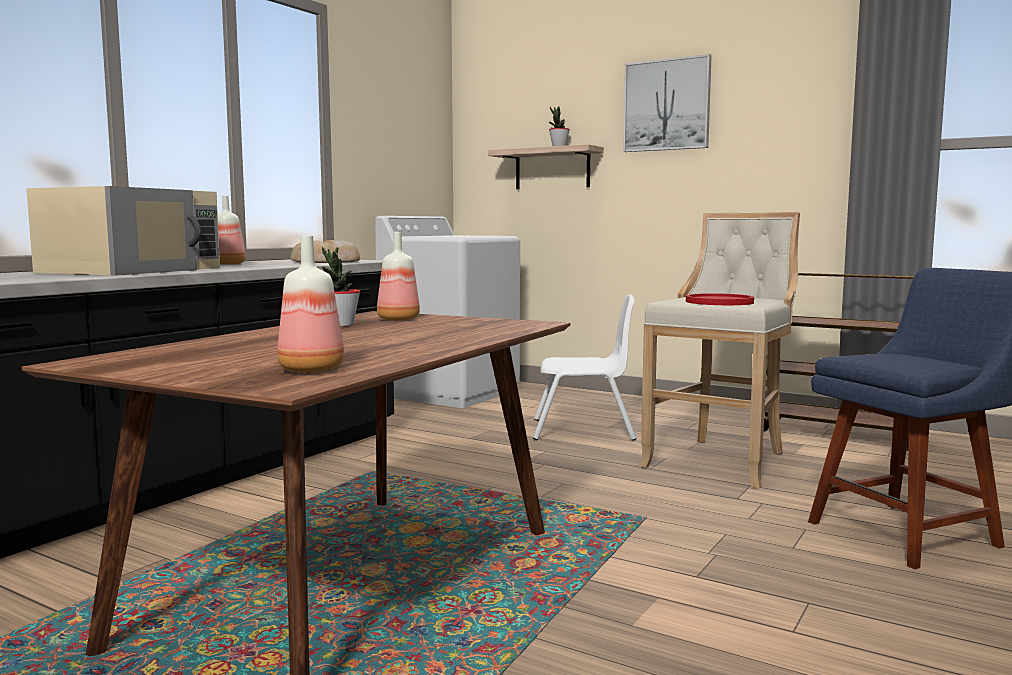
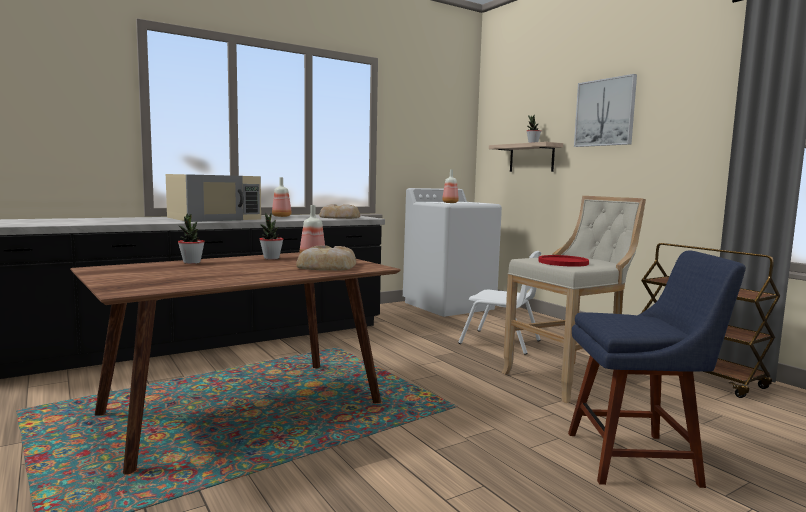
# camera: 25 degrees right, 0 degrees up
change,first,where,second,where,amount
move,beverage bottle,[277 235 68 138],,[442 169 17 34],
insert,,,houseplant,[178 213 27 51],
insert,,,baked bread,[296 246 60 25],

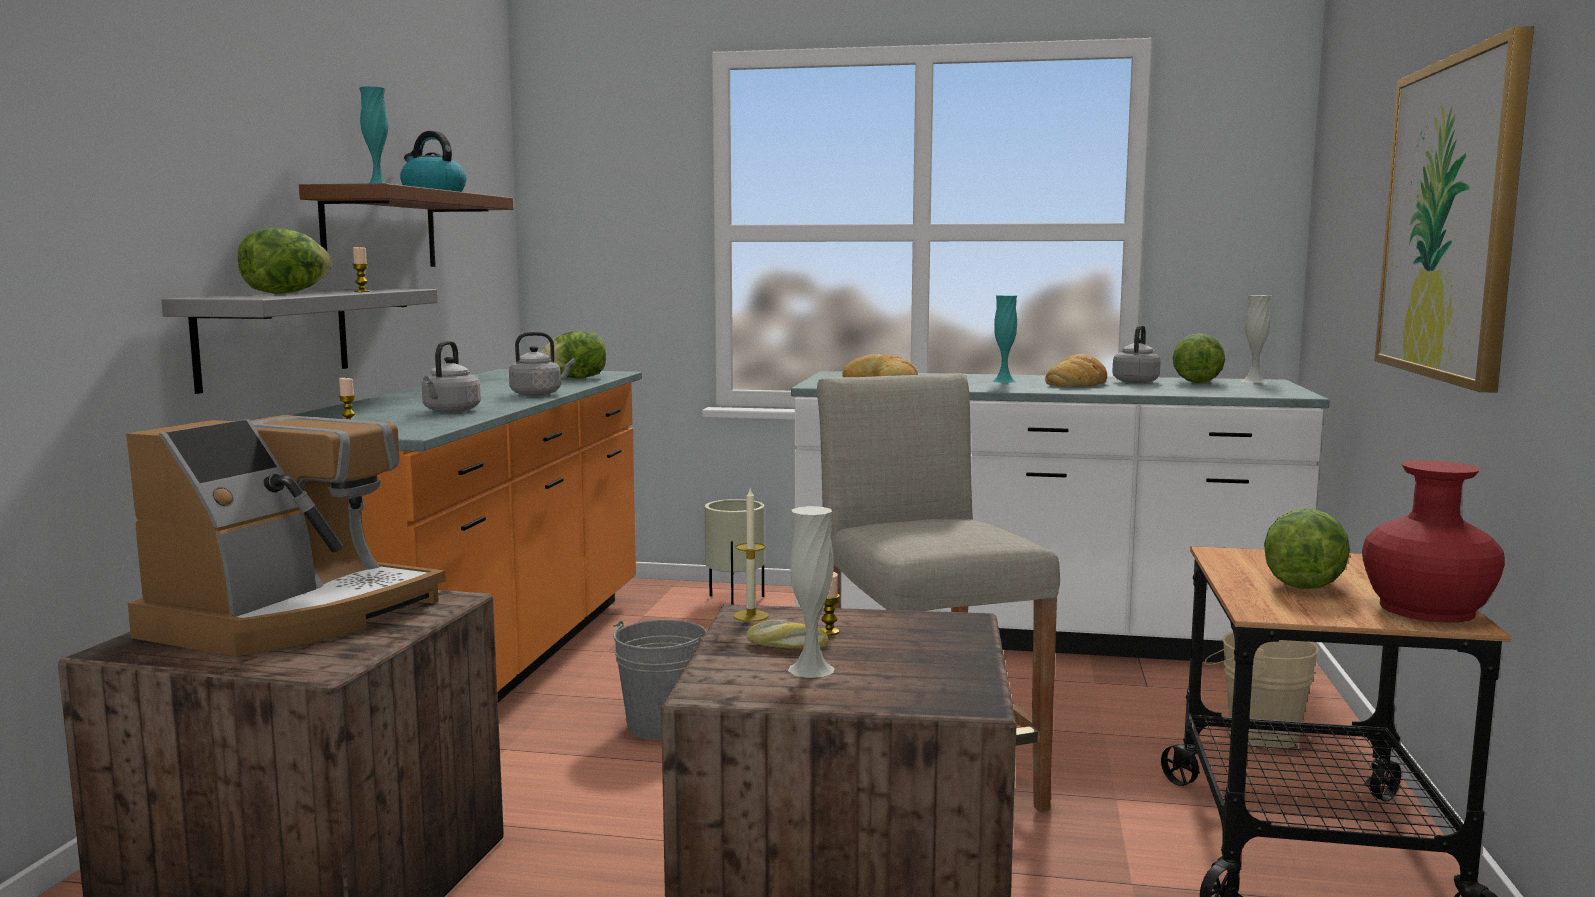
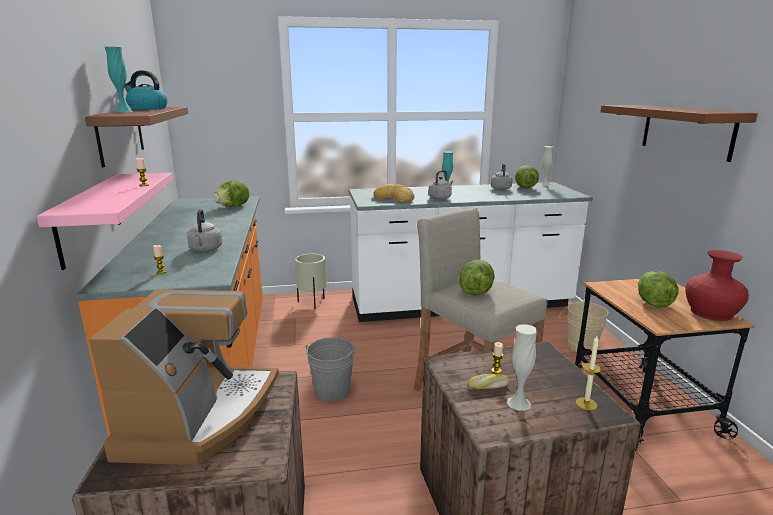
# camera: 20 degrees left, 10 degrees up
change,first,where,second,where,amount
recolor,wall shelf (gray),[162 289 276 105],wall shelf (pinkish),[36 173 137 97],
move,lettuce,[238 228 94 66],,[459 260 36 36],
move,water kettle (gray),[509 332 66 64],,[429 170 24 30],
move,candle,[733 489 36 133],,[575 336 27 74],
delete,baked bread,[1045 354 62 33],,,
replace,picture,[1374 26 160 367],wall shelf (brown-coloured),[600 105 158 57],

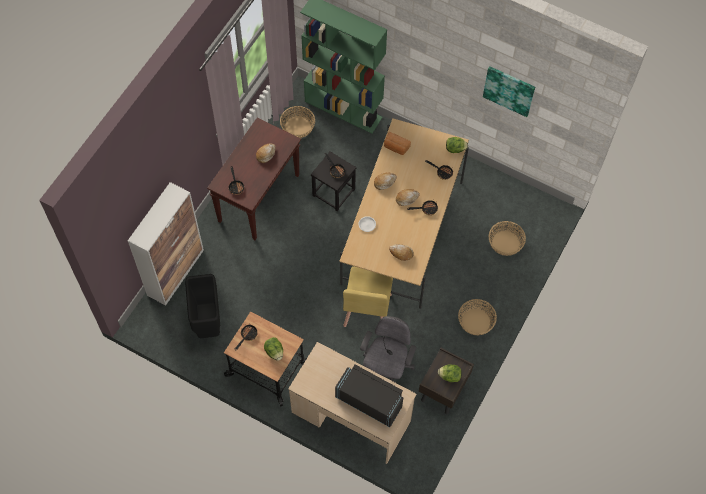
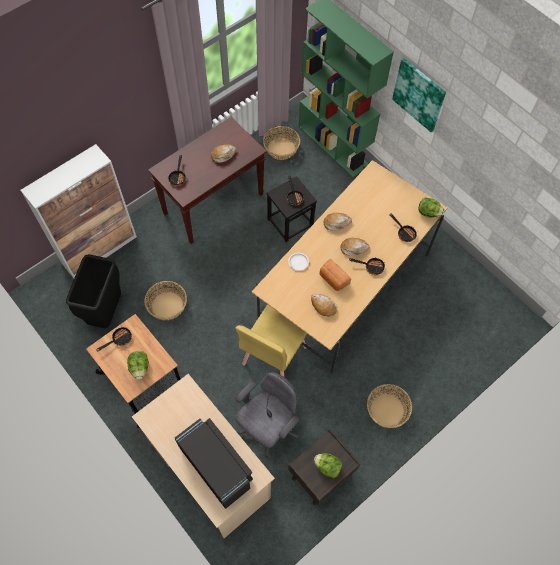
# camera: 20 degrees right, 0 degrees up
change,first,where,second,where,amount
move,baked bread,[384 132 27 23],,[319 259 32 32],
move,picture,[483 66 52 51],,[392 58 54 74],
move,storage basket,[489 221 37 35],,[145 281 42 39],

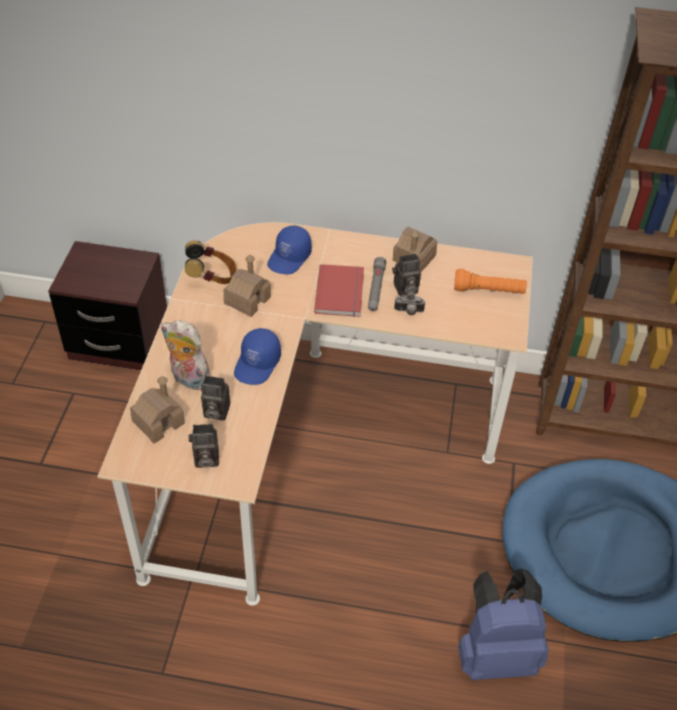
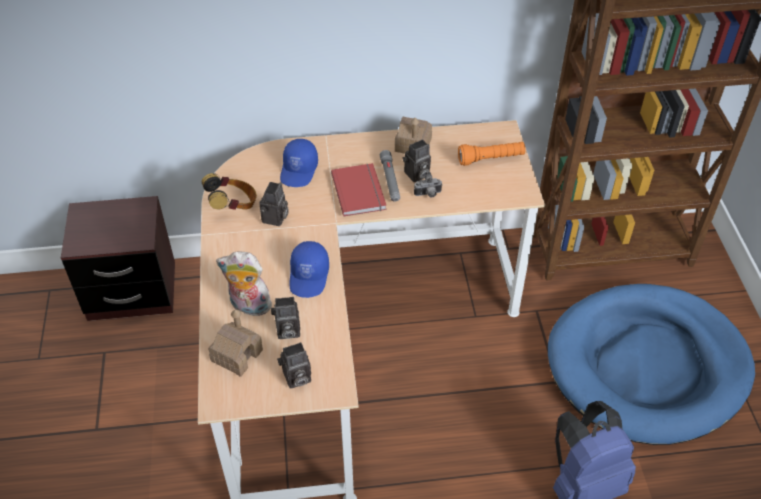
# camera: 15 degrees left, 0 degrees up
change,first,where,second,where,amount
replace,toy house,[223 255 48 62],still camera,[259 182 30 44],

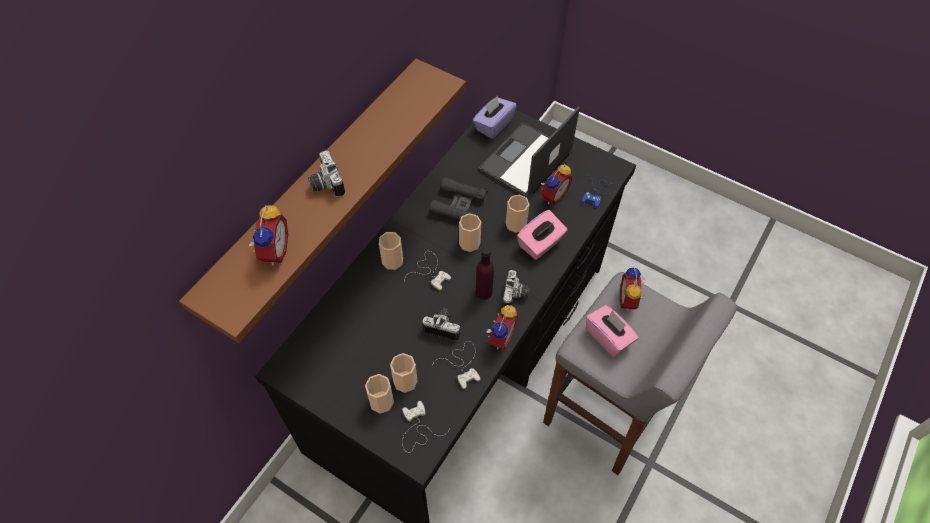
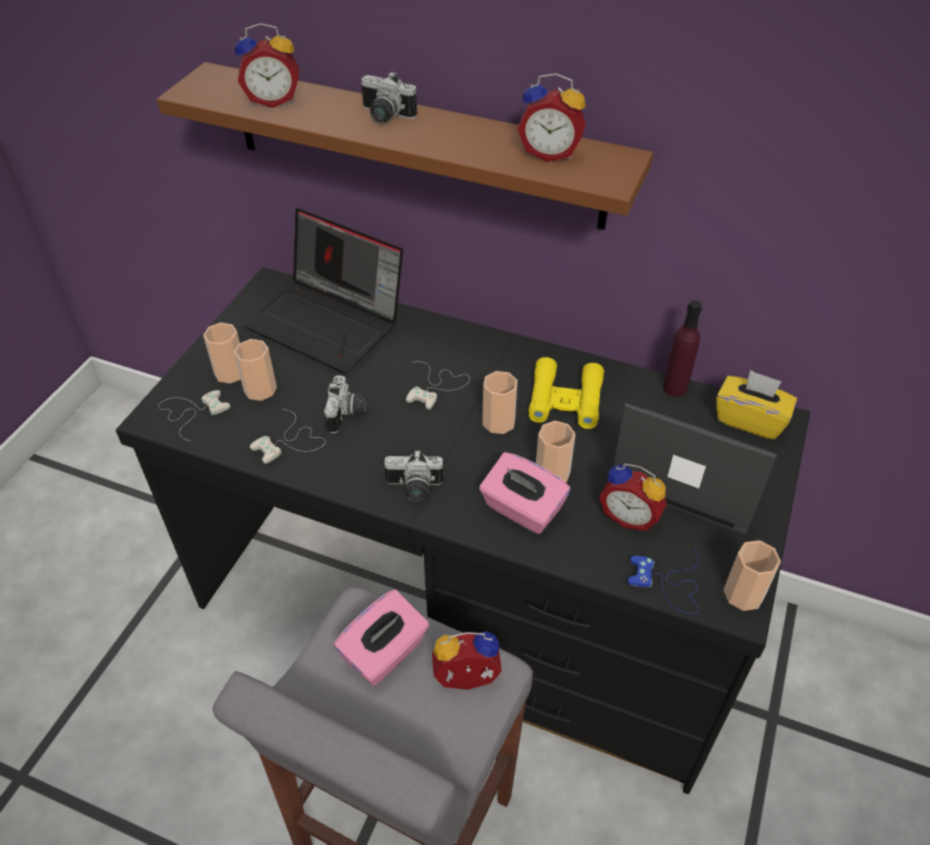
# camera: 80 degrees right, 10 degrees down
change,first,where,second,where,amount
rotate,still camera,[308 150 37 47],,[361 71 56 52],120 degrees counterclockwise
move,drinking cup,[379 232 24 38],,[724 540 57 71],
recolor,binoculars (blackish),[429 177 59 44],binoculars (yellowish),[529 357 75 72],
recolor,tissue holder (purple-coloured),[473 96 44 43],tissue holder (yellowish),[716 370 81 70],
move,beverage bottle (purple-coloured),[476 248 18 52],,[663 301 39 96],
move,bedside clock,[486 305 32 45],,[518 73 68 89],
insert,,,notebook computer,[243 208 160 165],

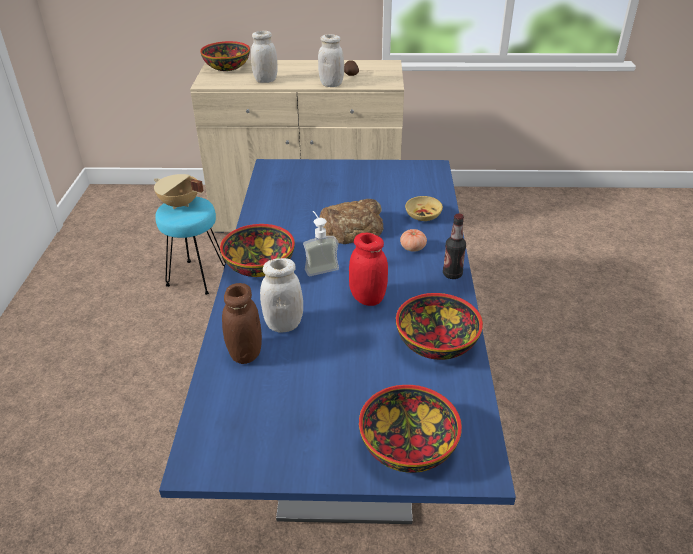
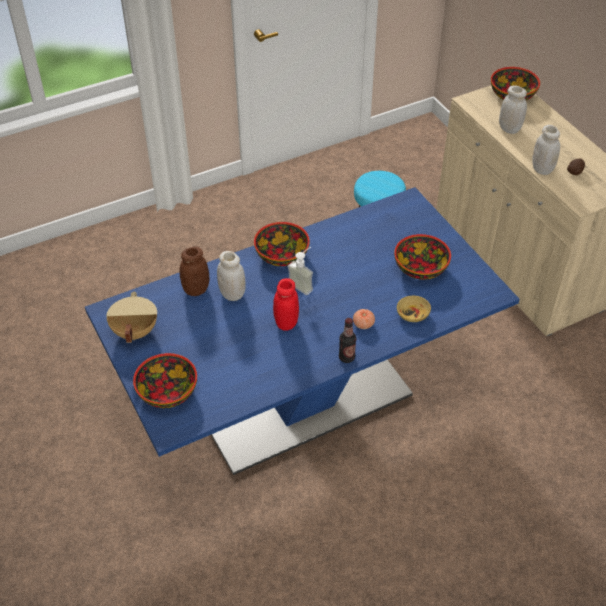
# camera: 60 degrees right, 10 degrees up
change,first,where,second,where,amount
move,saucepot (beige),[154 174 50 35],,[106 292 51 51],
delete,baked bread,[319 199 64 45],,,
move,deep dish,[396 293 87 67],,[394 234 57 46],

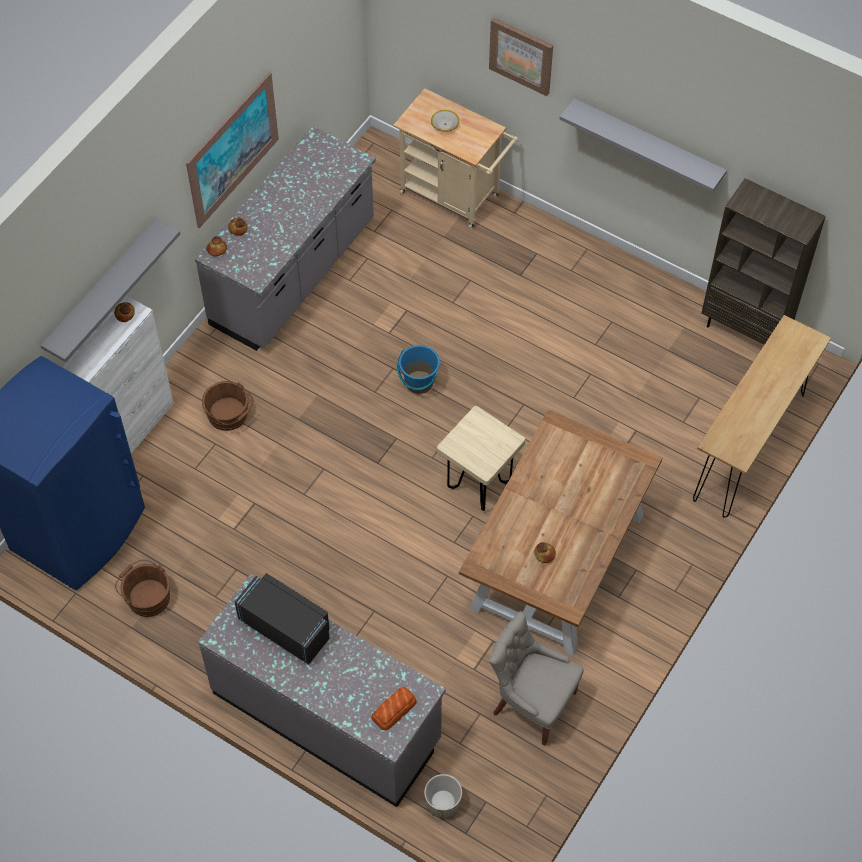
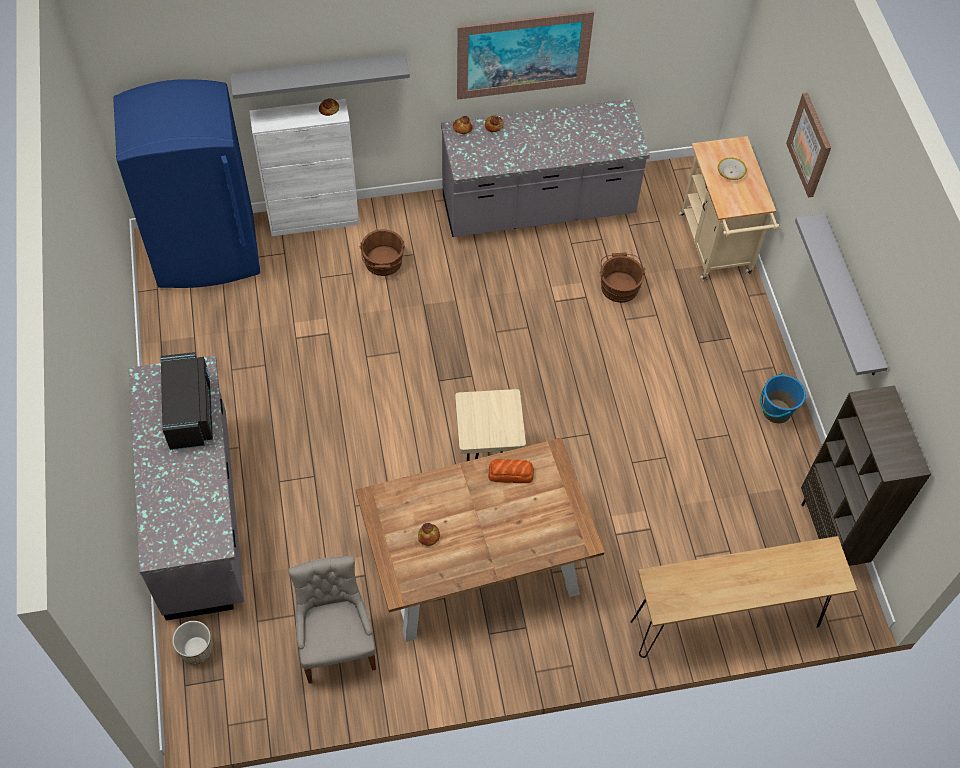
# camera: 45 degrees right, 0 degrees up
change,first,where,second,where,amount
move,water bucket (brown-coloured),[115 560 55 57],,[600 253 45 50],
move,baked bread,[372 687 45 43],,[489 459 45 24],
move,water bucket (blue),[397 345 43 49],,[760 373 46 50],

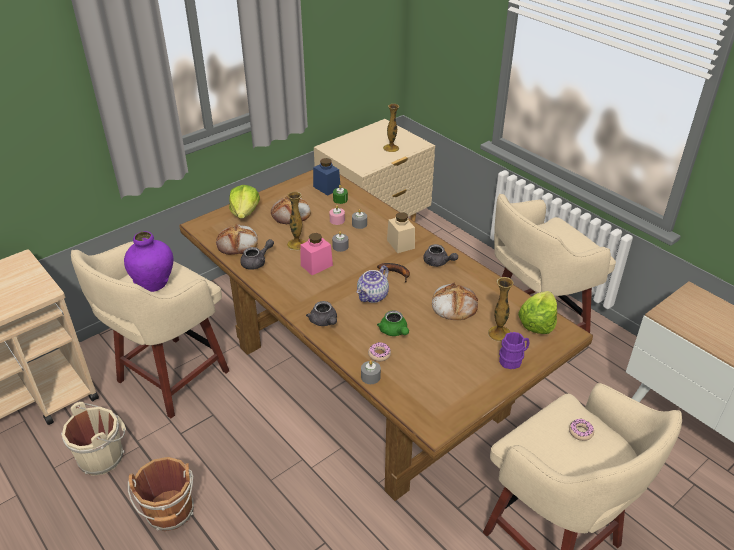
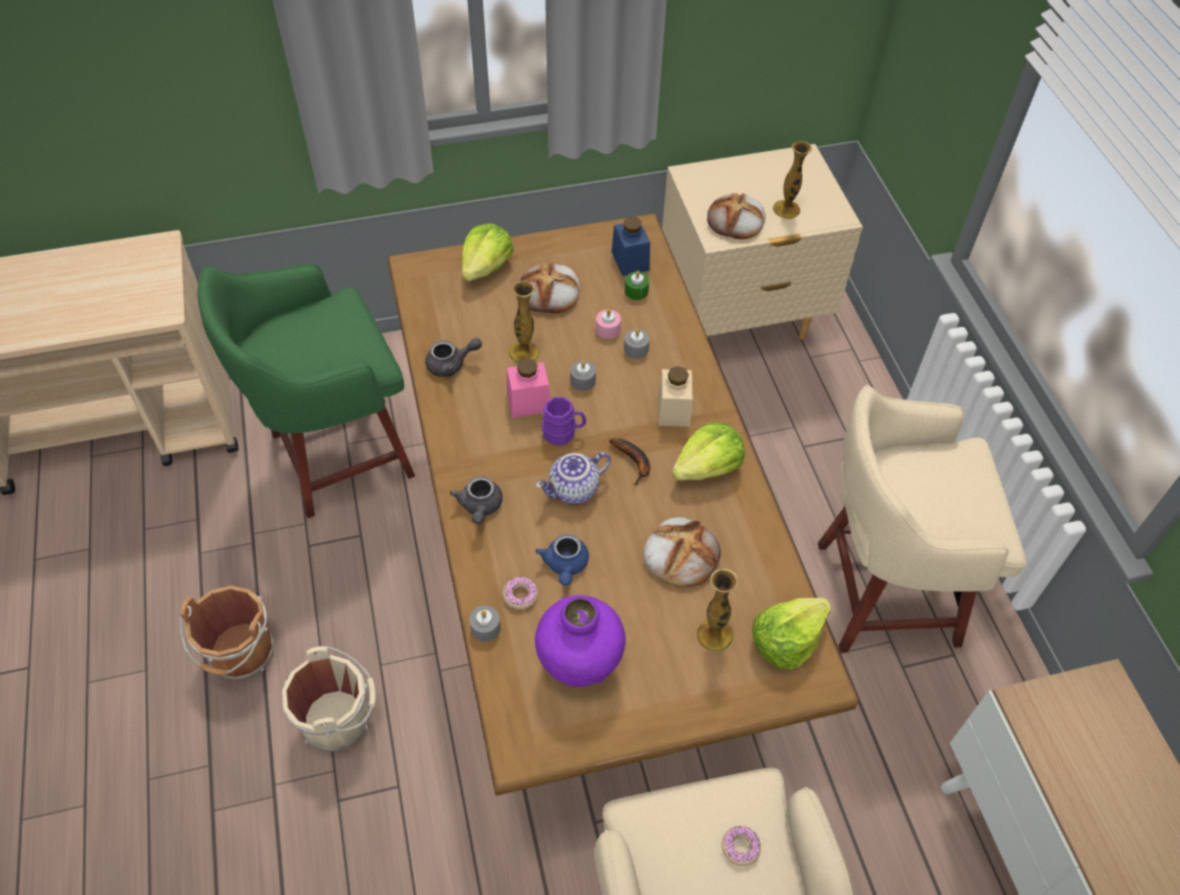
# camera: 25 degrees right, 15 degrees up
change,first,where,second,where,amount
move,water bucket (beige),[61 402 65 74],,[282 646 94 106],
recolor,stool seat (beige),[71 241 158 177],stool seat (greenish),[197 264 218 254],
move,flower vase (purple-coloured),[124 231 50 61],,[535 595 91 92],
move,baked bread,[216 224 42 31],,[707 193 59 46],
recolor,tea pot (greenish),[377 310 32 26],tea pot (blue),[535 534 54 52],
replace,tea pot (gray),[423 244 35 23],lettuce,[672 422 73 59],
move,mug (purple-coloured),[499 332 30 37],,[542 397 44 48],

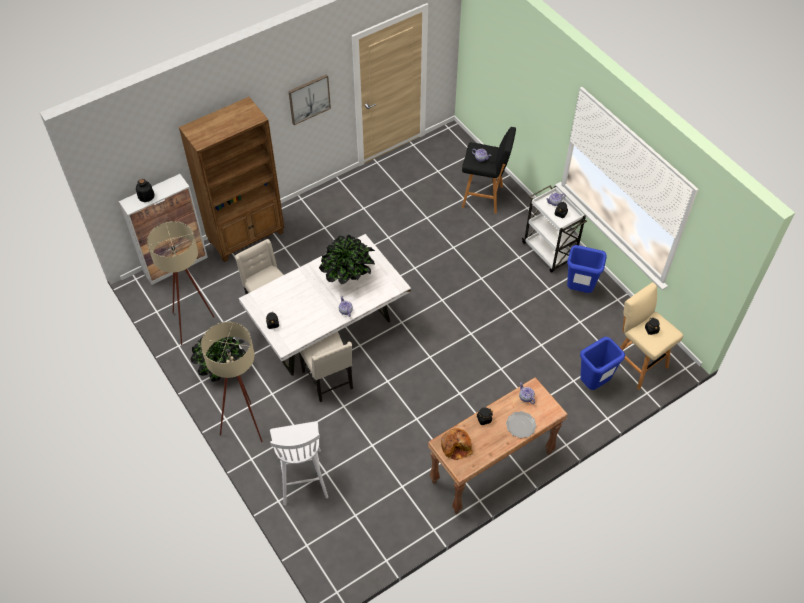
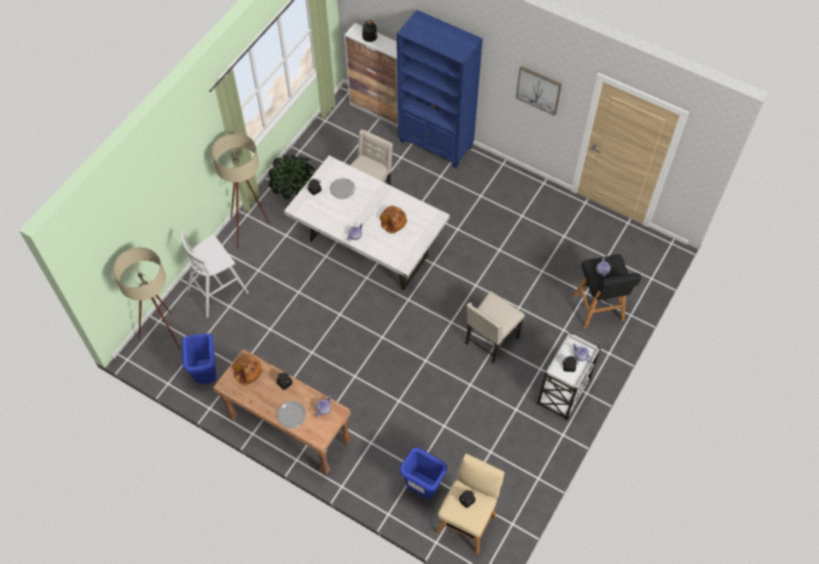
# camera: 65 degrees right, 5 degrees up
change,first,where,second,where,amount
move,standing lamp (beige),[147 221 68 124],,[113 247 68 103],
recolor,bookshelf (brown-coloured),[179 97 106 165],bookshelf (blue),[397 10 86 158],
move,chair (beige),[299 332 54 70],,[465 291 60 73],
replace,houseplant,[319 235 56 49],baked bread,[380 206 27 27],
move,trash can (blue),[567 245 40 48],,[182 333 34 51],
insert,,,dinner plate,[329 178 27 21],

